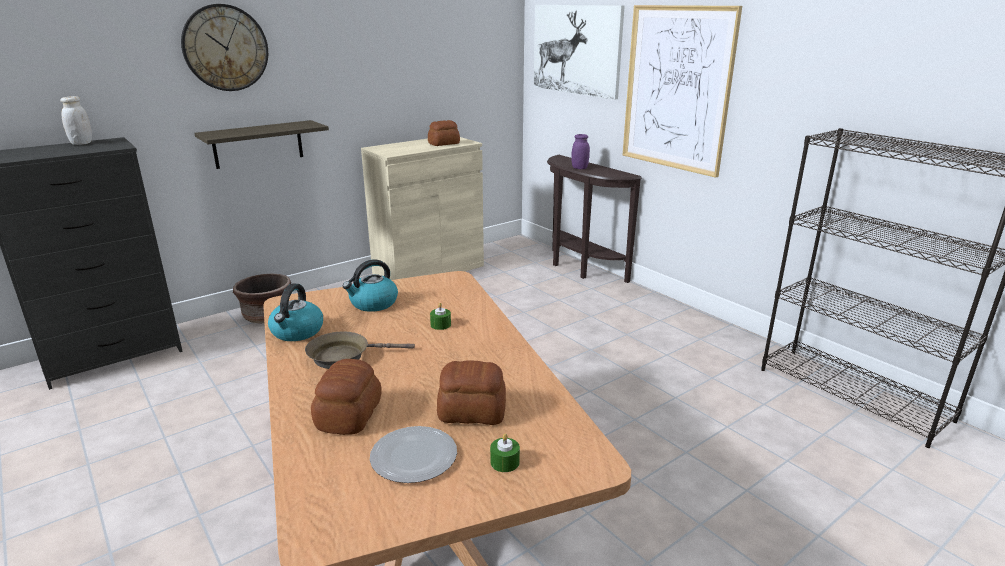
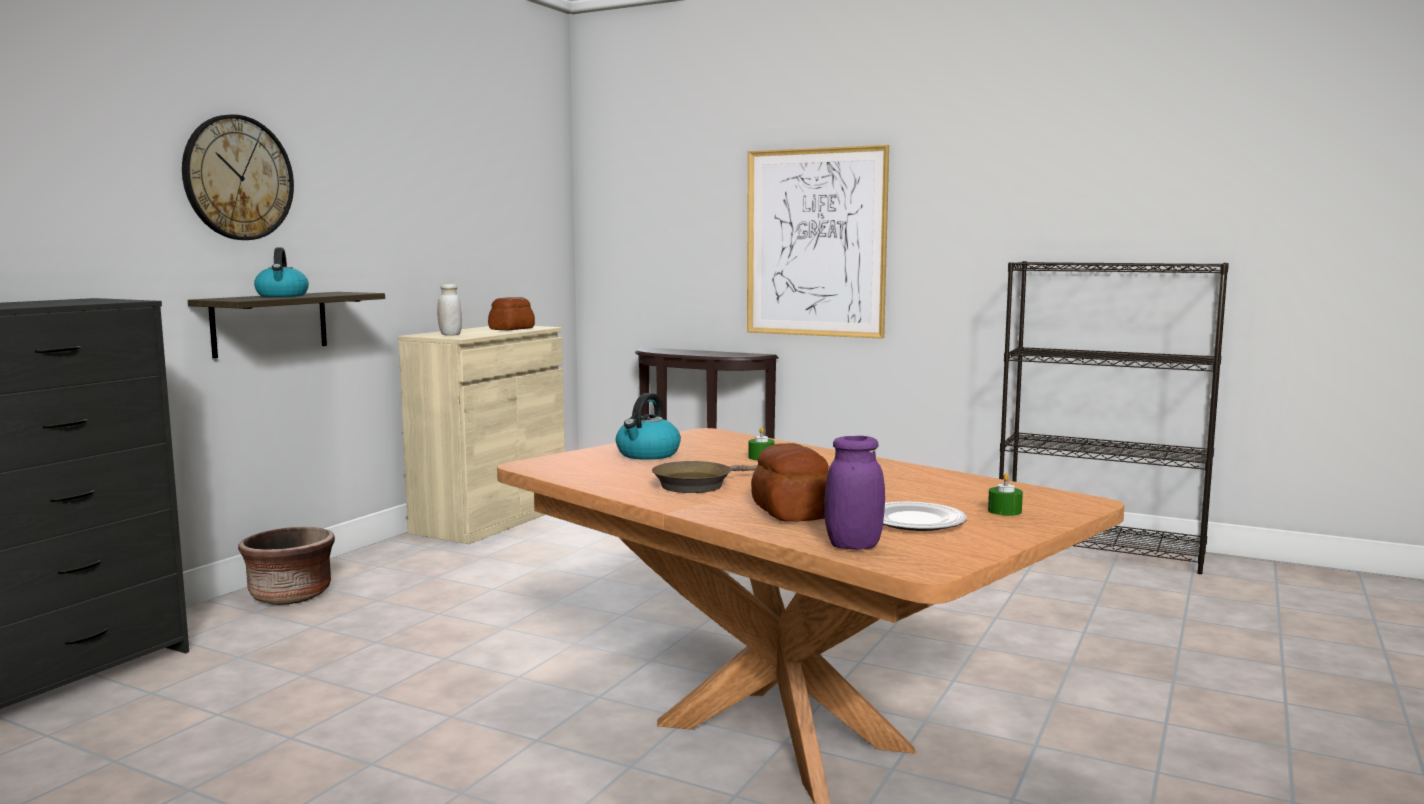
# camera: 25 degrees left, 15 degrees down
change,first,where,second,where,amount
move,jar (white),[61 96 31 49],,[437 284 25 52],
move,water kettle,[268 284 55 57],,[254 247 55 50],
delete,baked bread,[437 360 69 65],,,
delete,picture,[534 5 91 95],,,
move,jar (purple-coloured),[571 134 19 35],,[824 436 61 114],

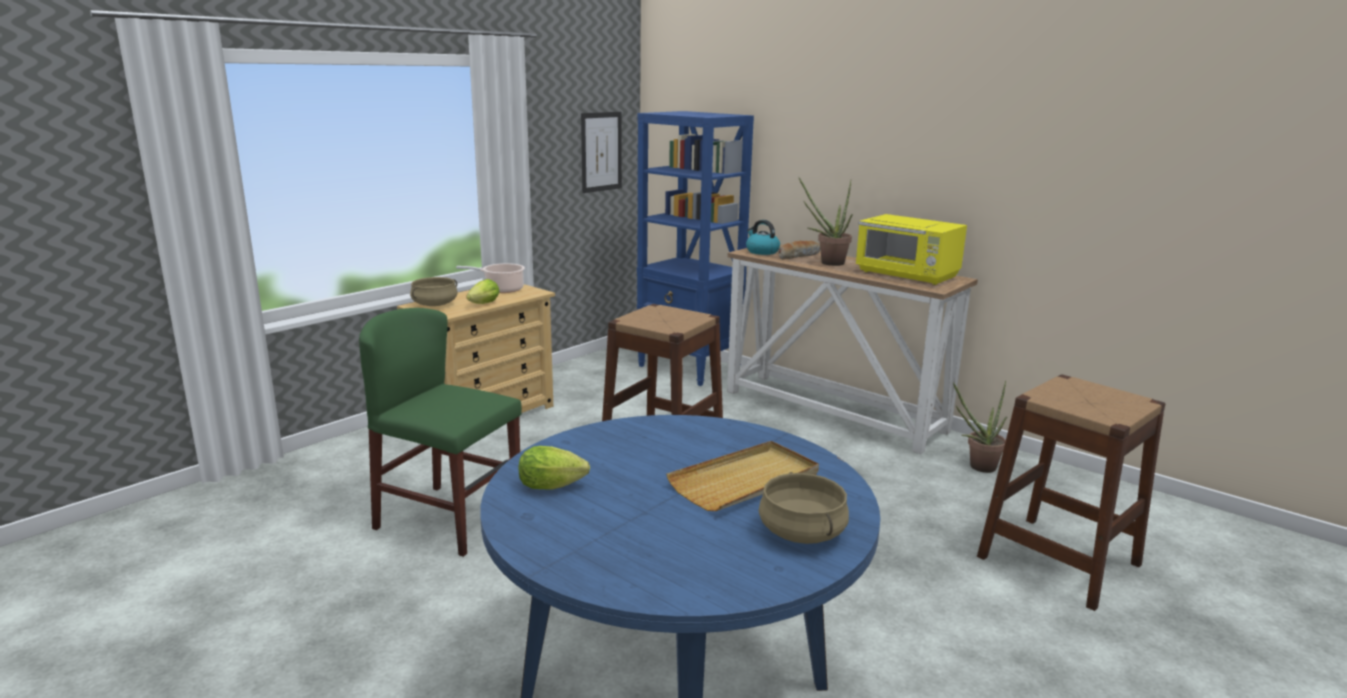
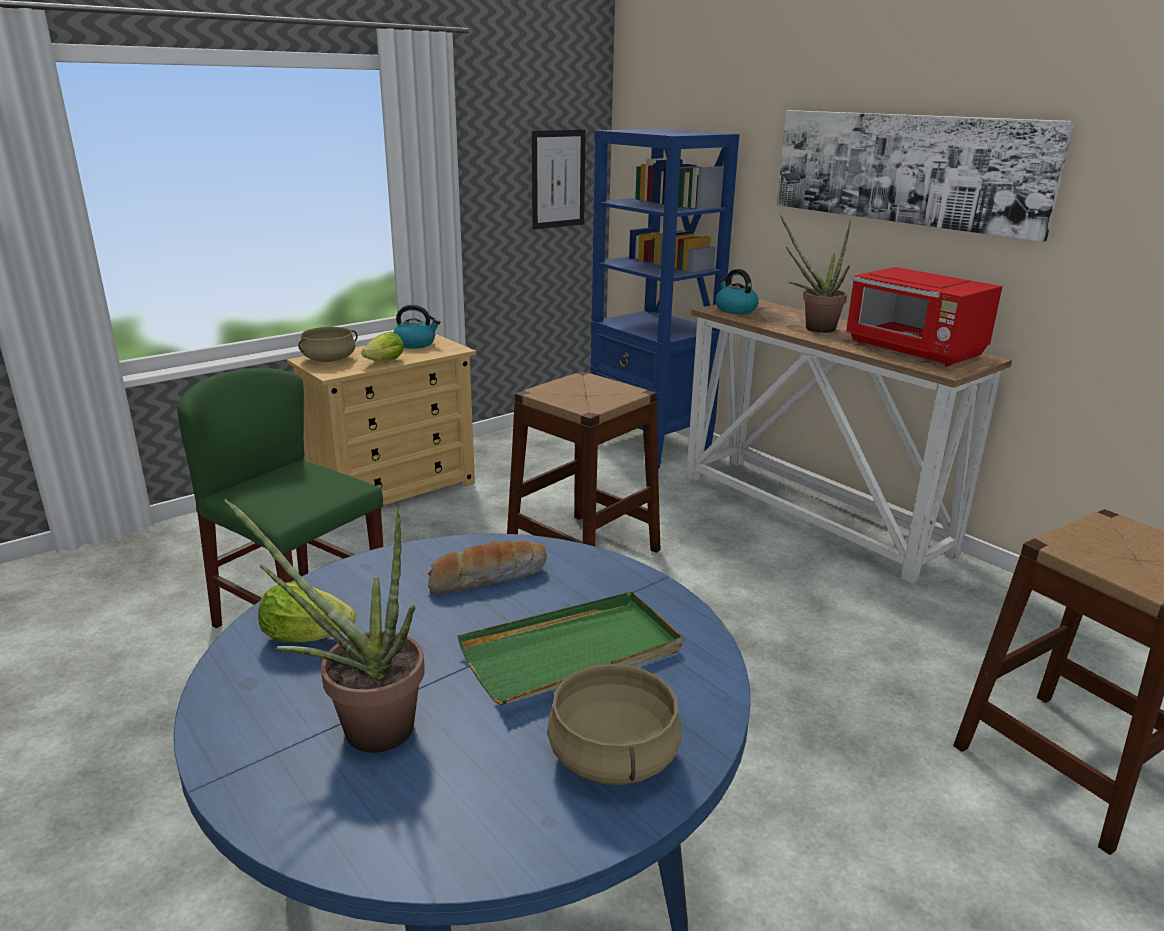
# camera: 10 degrees right, 5 degrees up
change,first,where,second,where,amount
replace,saucepot,[456 263 69 30],water kettle,[393 305 47 44],
recolor,serving tray (beige),[666 441 153 70],serving tray (greenish),[458 591 225 114],
move,baked bread,[778 241 42 18],,[428 541 119 53],
recolor,microwave oven (yellowish),[855 214 112 71],microwave oven (red-coloured),[846 267 157 99],
move,houseplant,[953 381 54 92],,[224 499 201 254],
insert,,,picture,[777 110 297 132],

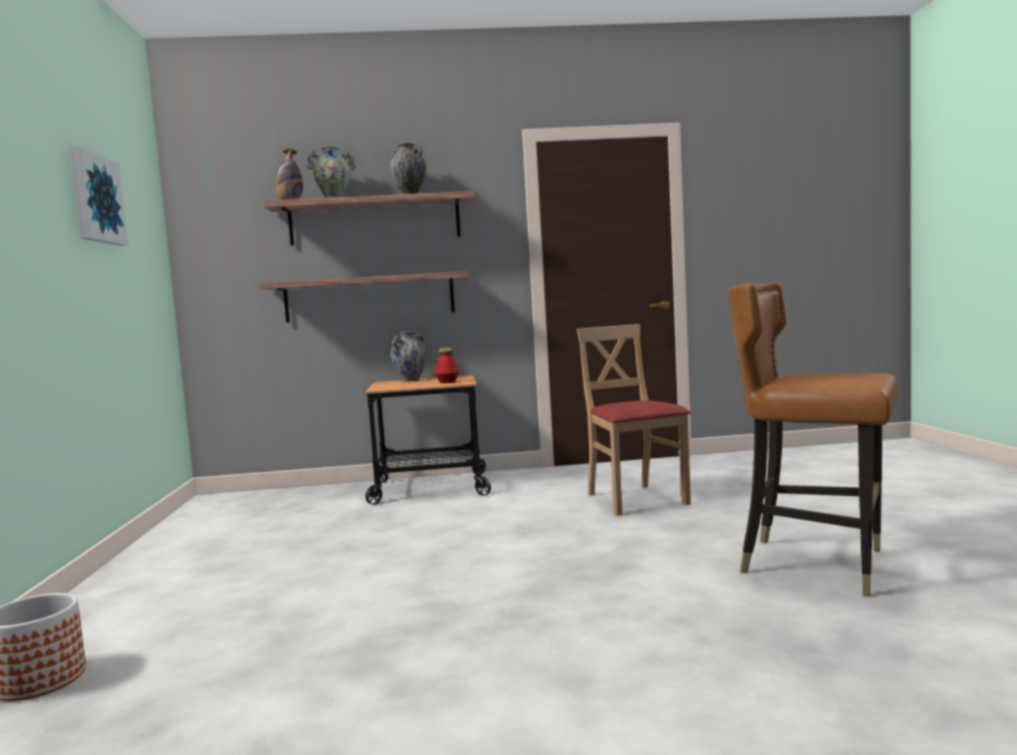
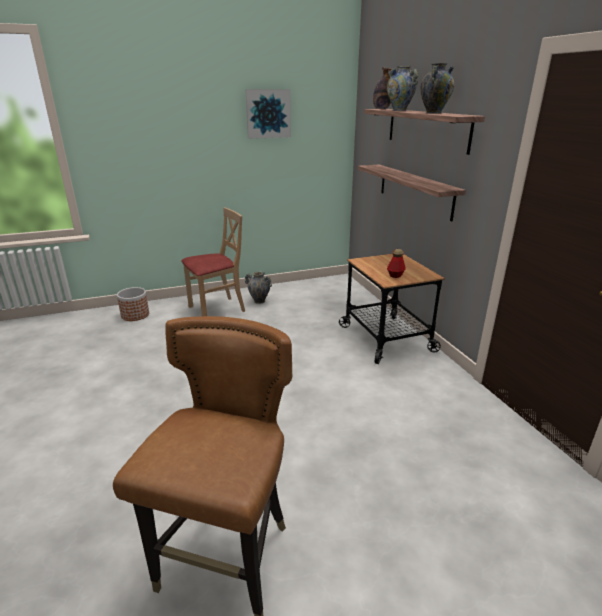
# camera: 75 degrees right, 20 degrees up
change,first,where,second,where,amount
move,flower vase,[391 331 36 51],,[245 272 27 32],
move,chair (beige),[577 324 114 192],,[181 208 64 108],

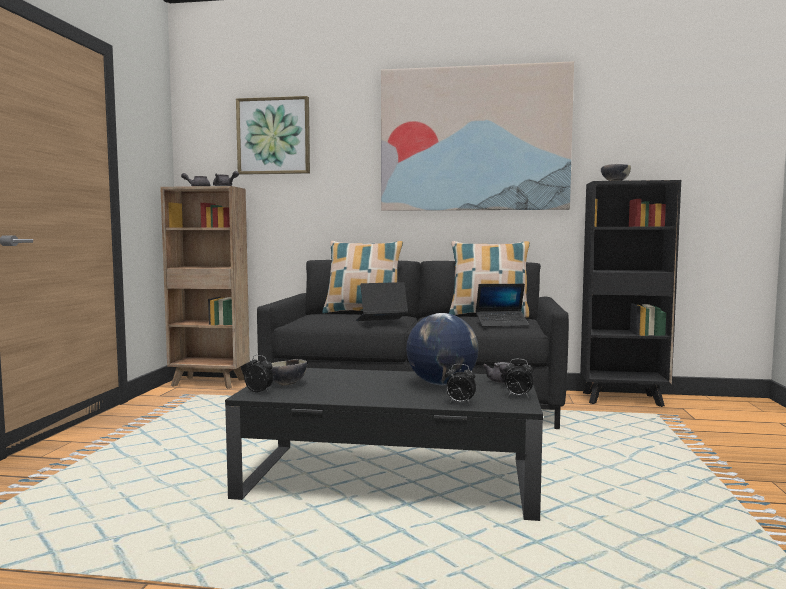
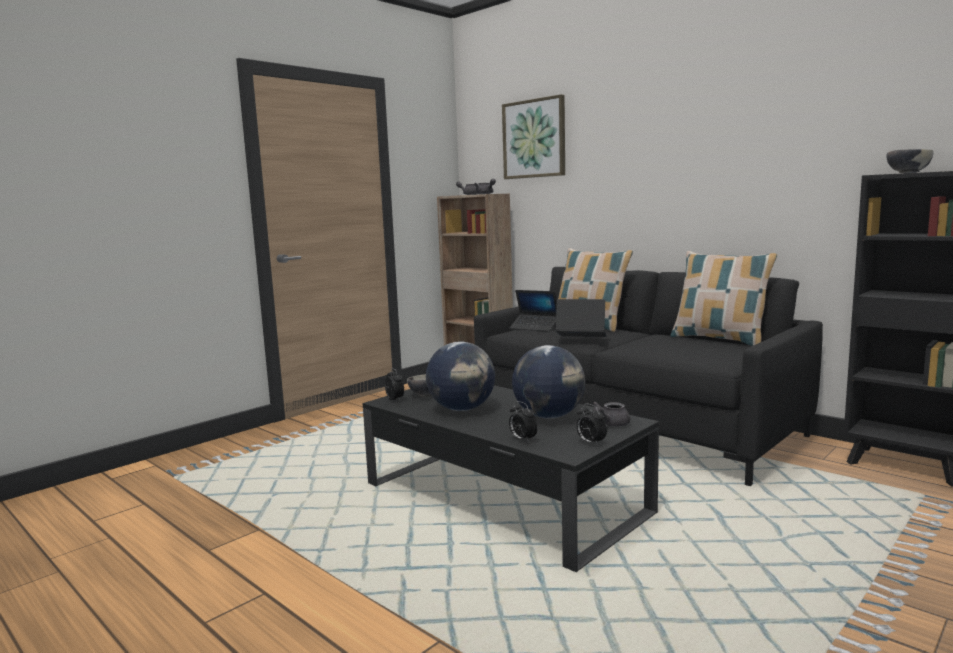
# camera: 35 degrees right, 5 degrees up
change,first,where,second,where,amount
delete,picture,[381 61 193 150],,,
move,notebook computer,[476 284 53 43],,[509 290 48 42],
insert,,,world globe,[426 341 69 70],

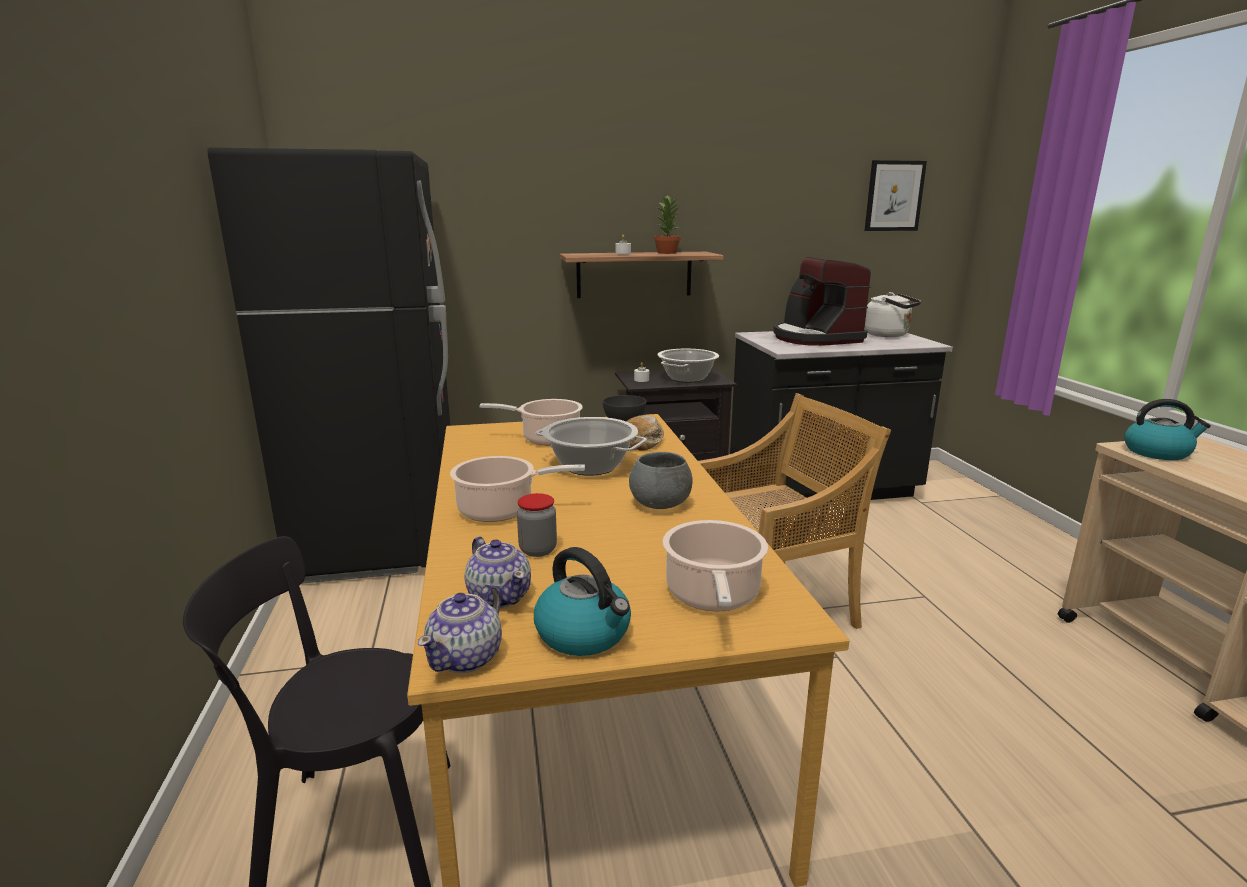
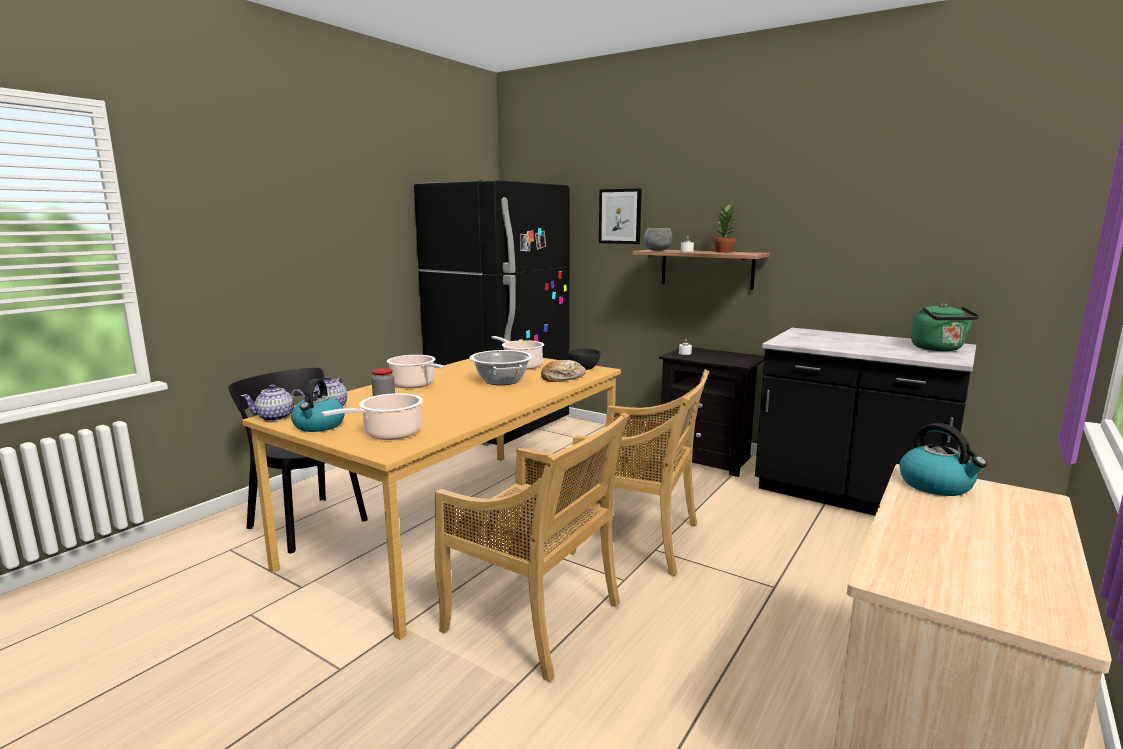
# camera: 45 degrees right, 5 degrees down
change,first,where,second,where,amount
move,deep dish (gray),[629 452 64 57],,[643 228 30 23],
delete,saucepot,[658 349 61 33],,,
delete,coffee brewer,[773 257 98 89],,,
move,picture,[865 160 62 71],,[599 188 43 56],
recolor,water kettle (white),[865 292 56 45],water kettle (greenish),[911 303 68 48],
insert,,,chair (beige),[435 413 194 269],

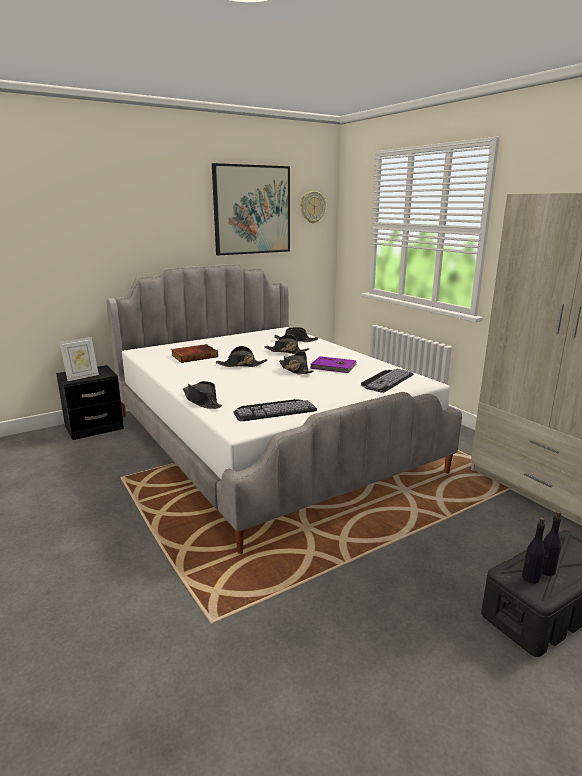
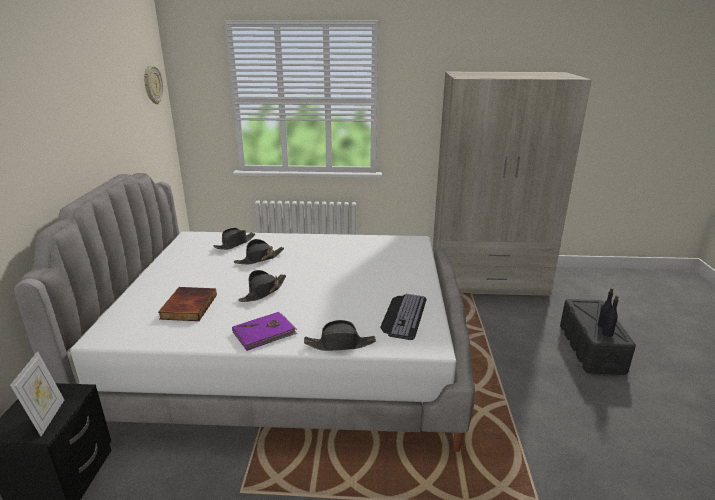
# camera: 55 degrees left, 5 degrees up
change,first,where,second,where,amount
delete,picture,[212 163 78 92],,,
delete,clothing hat (blackish),[279 351 35 23],,,
move,bound book (purple-coloured),[310 356 46 17],,[232 312 65 39],
delete,keyboard,[361 369 53 24],,,

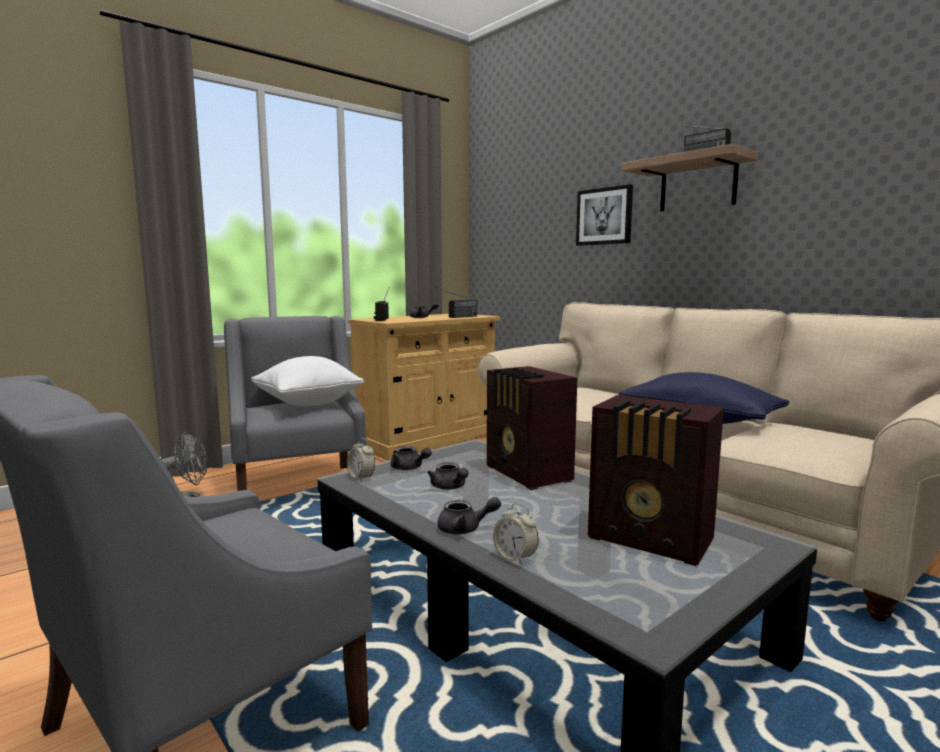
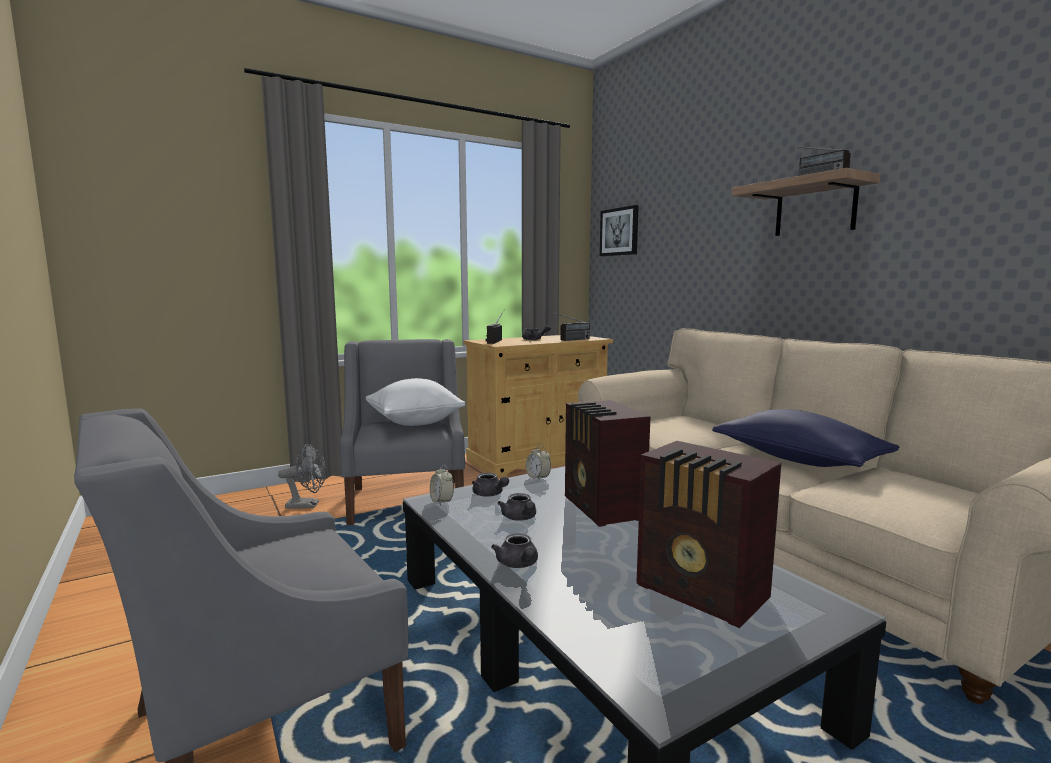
# camera: 10 degrees right, 0 degrees up
change,first,where,second,where,amount
rotate,tea pot (gray),[437 497 64 38],,[491 533 47 35],60 degrees clockwise
move,bedside clock,[493 503 46 63],,[526 445 25 36],
move,picture,[576 184 57 62],,[600 205 39 51],

